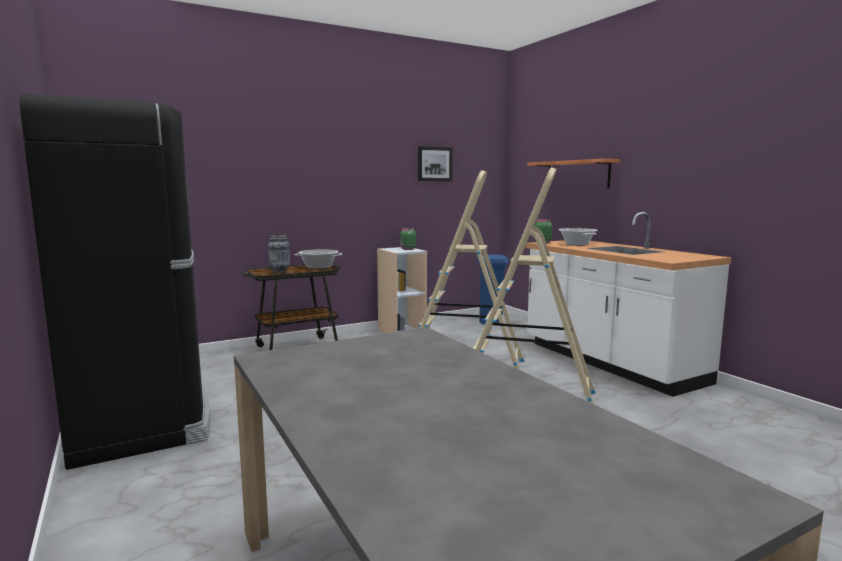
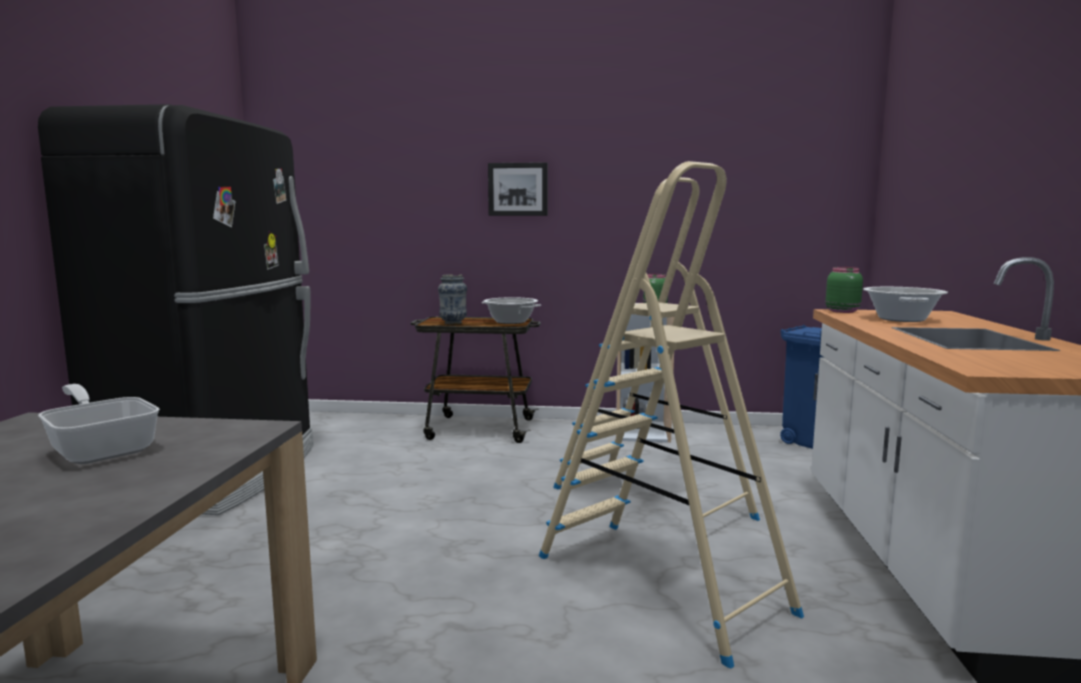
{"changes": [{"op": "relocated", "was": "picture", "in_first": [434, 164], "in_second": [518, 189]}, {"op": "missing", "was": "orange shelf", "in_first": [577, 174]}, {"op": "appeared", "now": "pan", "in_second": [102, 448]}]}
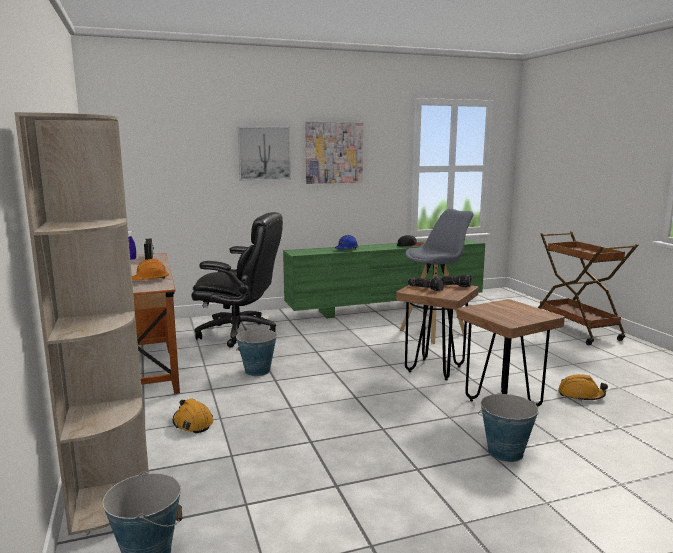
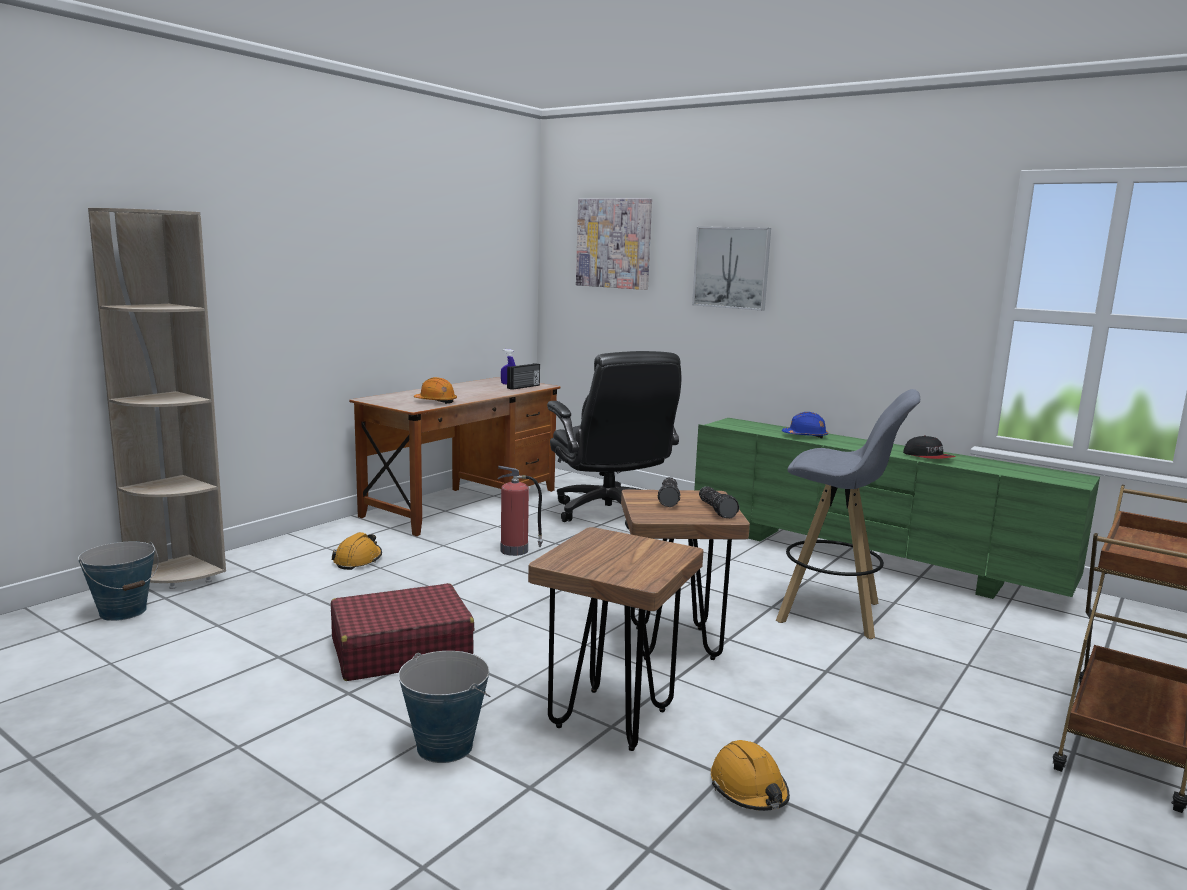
{"changes": [{"op": "relocated", "was": "picture", "in_first": [334, 152], "in_second": [614, 243]}, {"op": "exchanged", "was": "water bucket", "now": "fire extinguisher", "in_first": [257, 371], "in_second": [516, 550]}, {"op": "appeared", "now": "reddish piece of luggage", "in_second": [400, 650]}]}
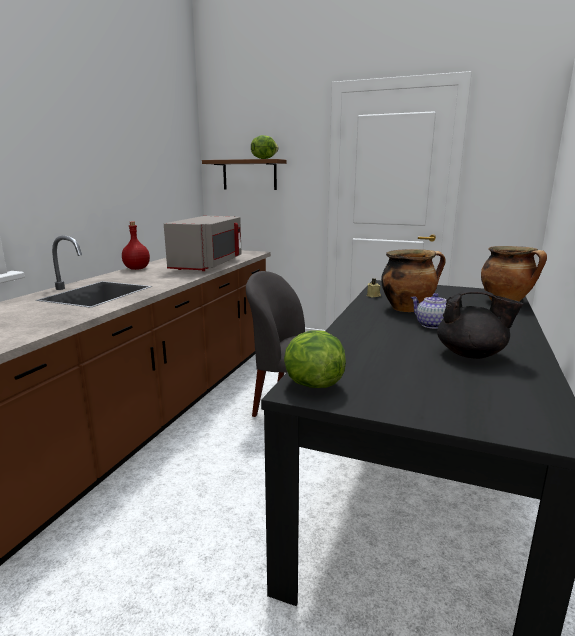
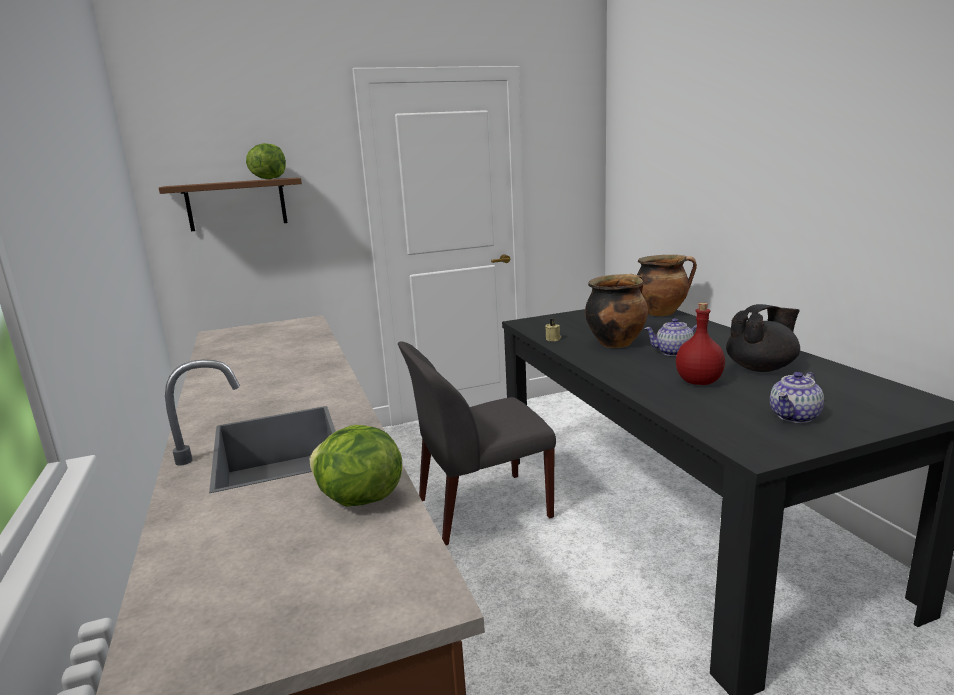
{"changes": [{"op": "missing", "was": "grey kitchen microwave", "in_first": [208, 264]}, {"op": "relocated", "was": "reddish drink bottle", "in_first": [137, 268], "in_second": [698, 381]}, {"op": "relocated", "was": "lettuce head", "in_first": [312, 384], "in_second": [358, 499]}, {"op": "appeared", "now": "pot for tea", "in_second": [795, 416]}]}
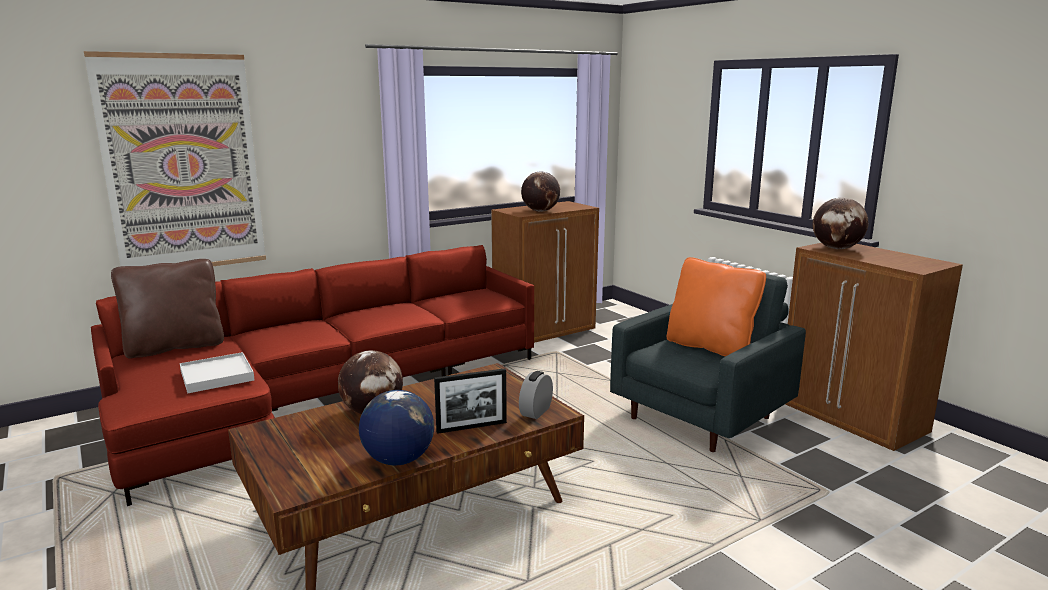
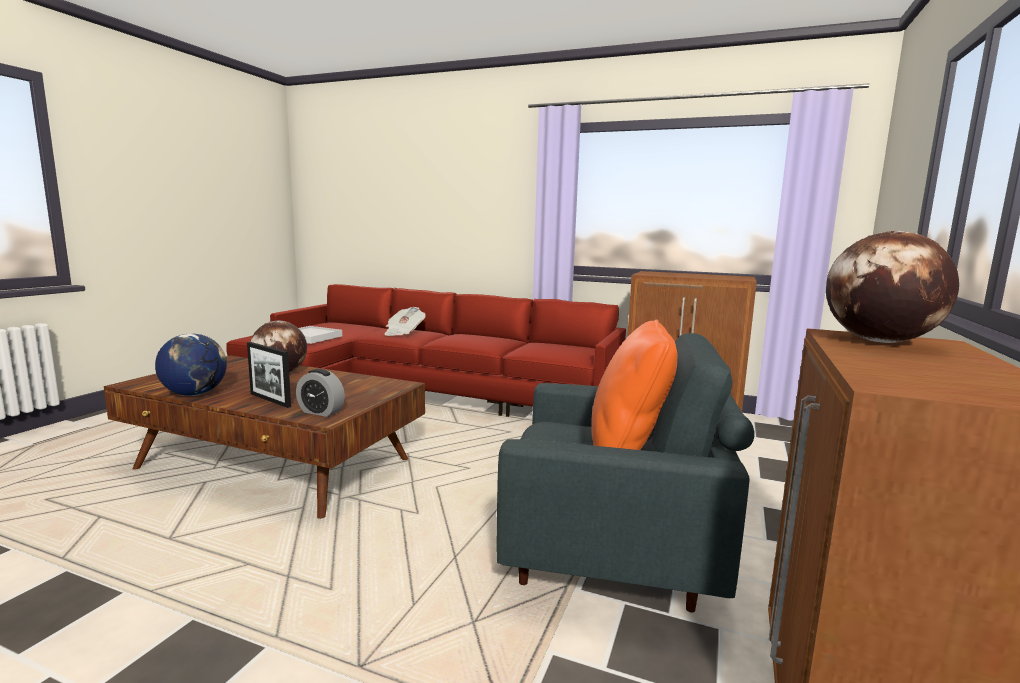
{"changes": [{"op": "missing", "was": "picture", "in_first": [183, 165]}, {"op": "missing", "was": "desk globe", "in_first": [540, 211]}, {"op": "missing", "was": "brownish pillow", "in_first": [175, 347]}, {"op": "spun", "was": "table clock", "in_first": [536, 411], "in_second": [321, 412], "clockwise": -150}, {"op": "appeared", "now": "printed paper", "in_second": [403, 333]}]}
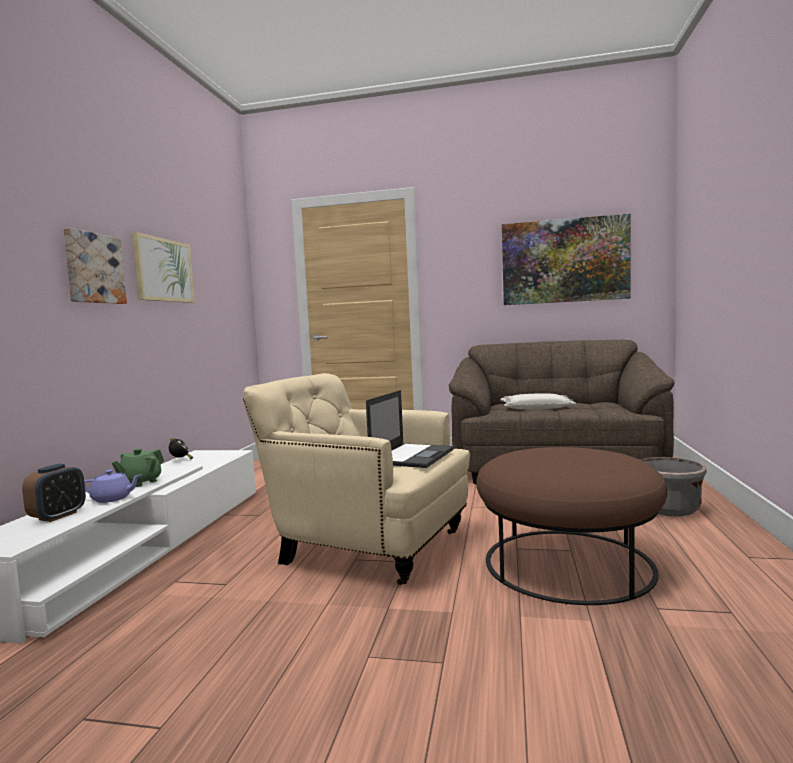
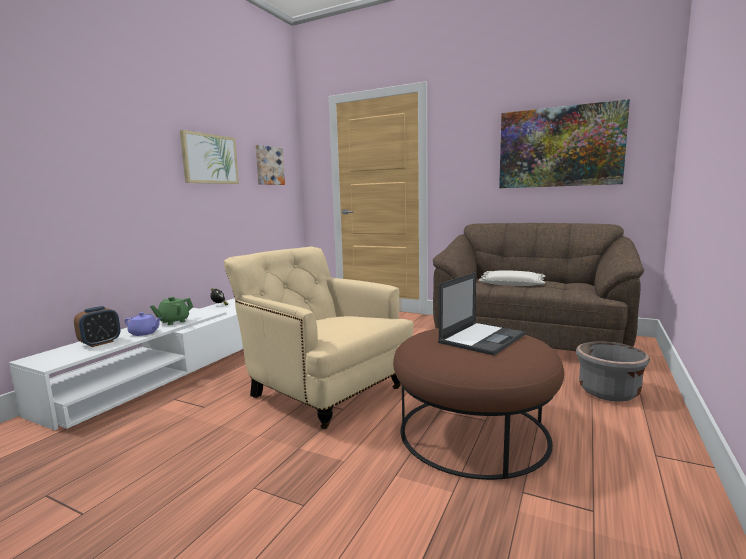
{"changes": [{"op": "relocated", "was": "picture", "in_first": [93, 268], "in_second": [269, 165]}, {"op": "relocated", "was": "laptop", "in_first": [412, 456], "in_second": [482, 338]}]}
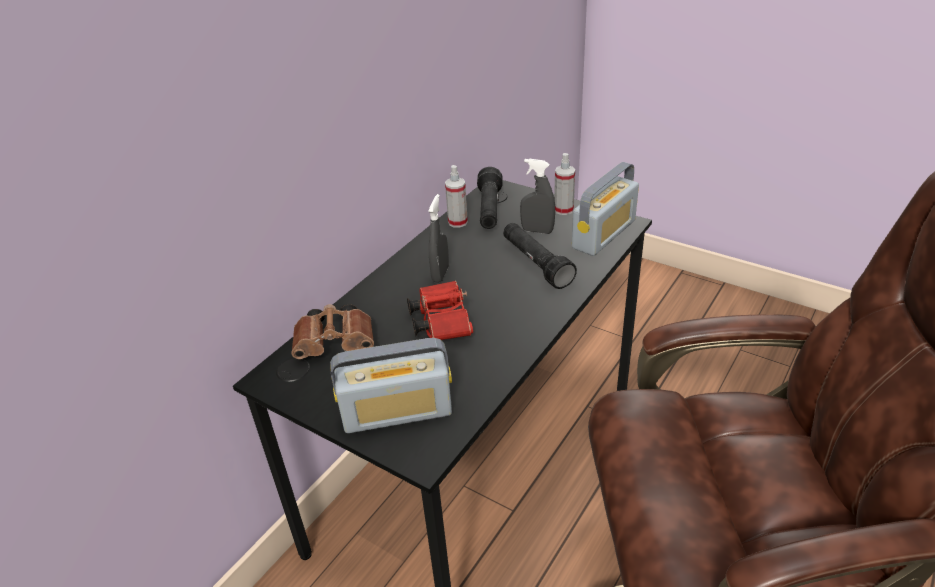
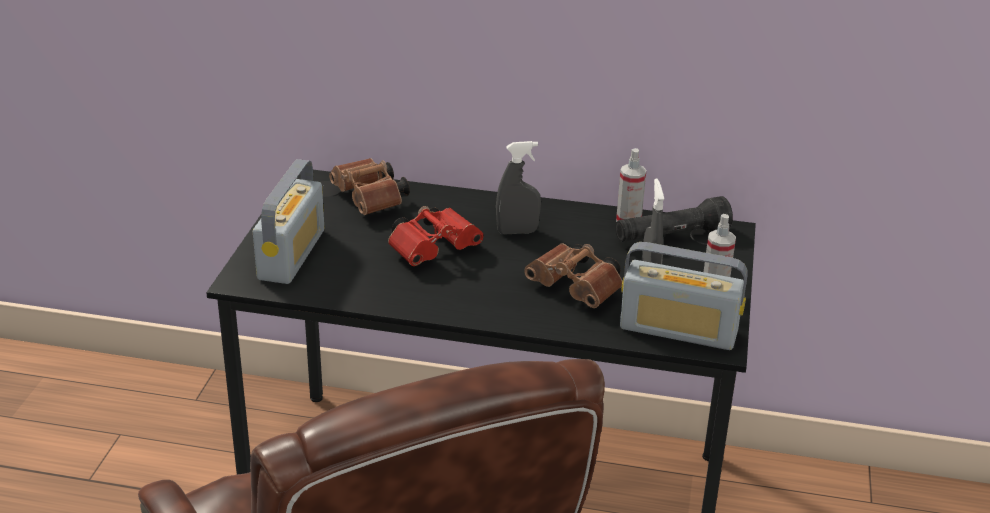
{"changes": [{"op": "exchanged", "was": "blackish flashlight", "now": "brownish field glasses", "in_first": [536, 264], "in_second": [577, 290]}, {"op": "spun", "was": "radio receiver", "in_first": [397, 413], "in_second": [291, 254], "clockwise": -135}]}
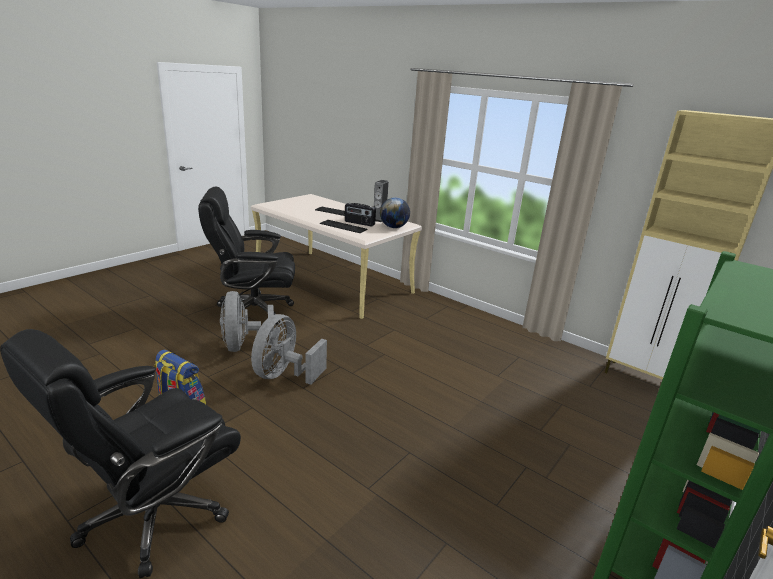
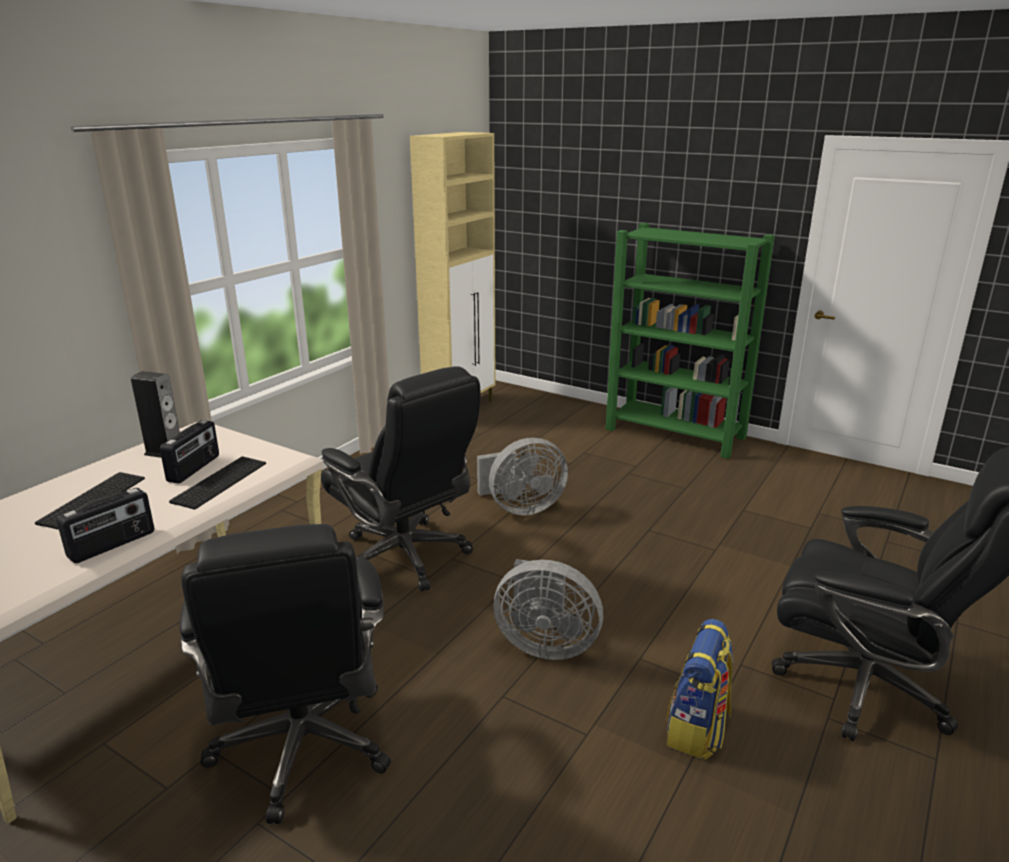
{"changes": [{"op": "missing", "was": "desk globe", "in_first": [393, 227]}, {"op": "relocated", "was": "grey electric fan", "in_first": [243, 346], "in_second": [521, 508]}, {"op": "appeared", "now": "blackish desk chair", "in_second": [404, 555]}, {"op": "appeared", "now": "radio receiver", "in_second": [112, 545]}]}
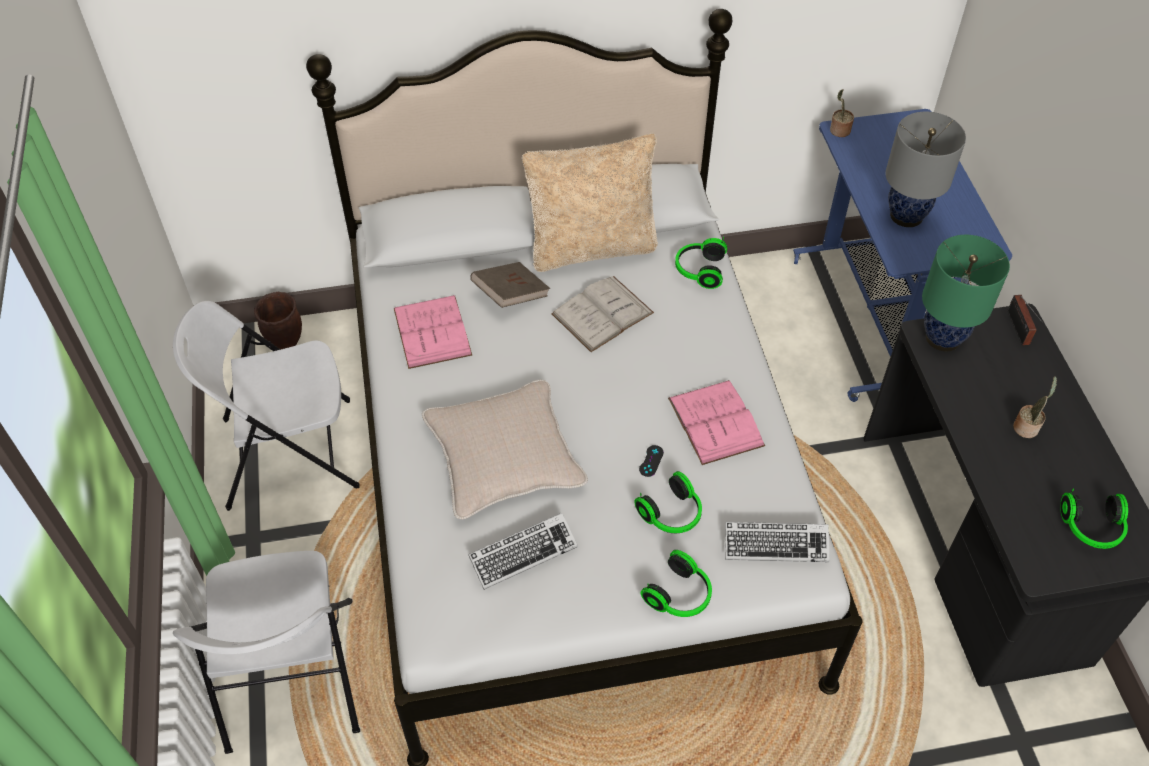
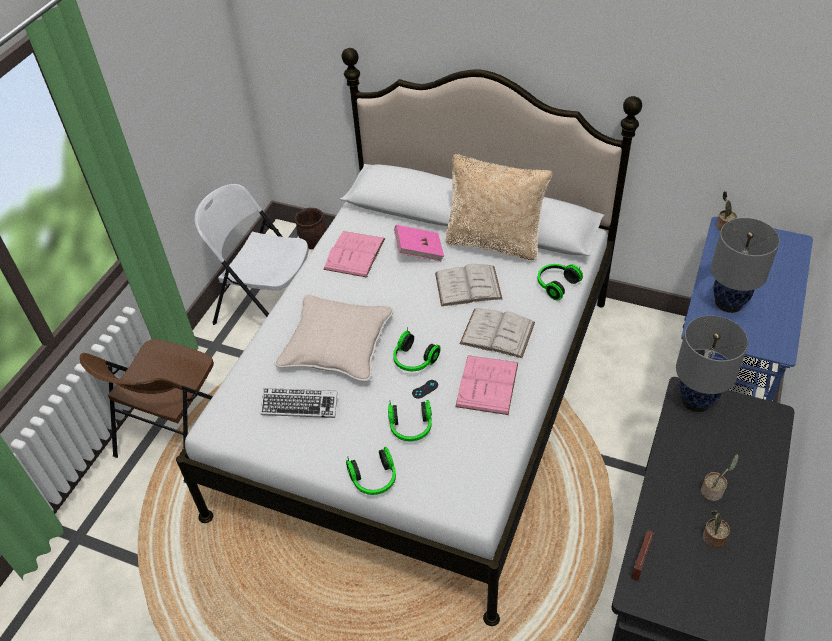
{"changes": [{"op": "colour", "was": "greenish lamp for a table", "now": "grey lamp for a table", "in_first": [943, 338], "in_second": [696, 400]}, {"op": "colour", "was": "brownish book", "now": "pinkish book", "in_first": [510, 295], "in_second": [419, 252]}, {"op": "relocated", "was": "radio receiver", "in_first": [1018, 329], "in_second": [639, 563]}, {"op": "relocated", "was": "pair of headphones", "in_first": [1091, 528], "in_second": [413, 361]}, {"op": "missing", "was": "keyboard", "in_first": [775, 545]}, {"op": "colour", "was": "white upright chair", "now": "brownish upright chair", "in_first": [290, 674], "in_second": [177, 431]}, {"op": "appeared", "now": "white book", "in_second": [497, 333]}, {"op": "appeared", "now": "plant in a pot", "in_second": [712, 538]}]}
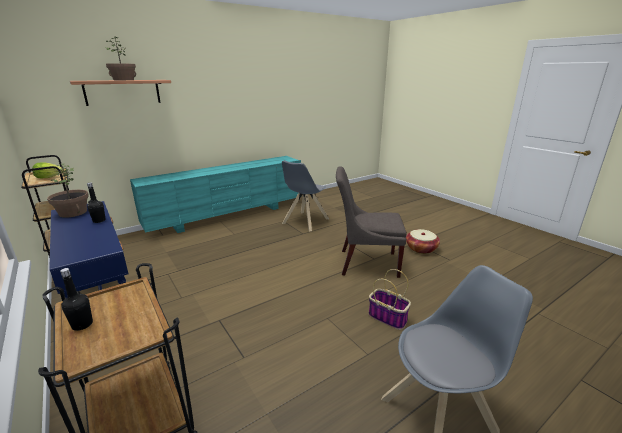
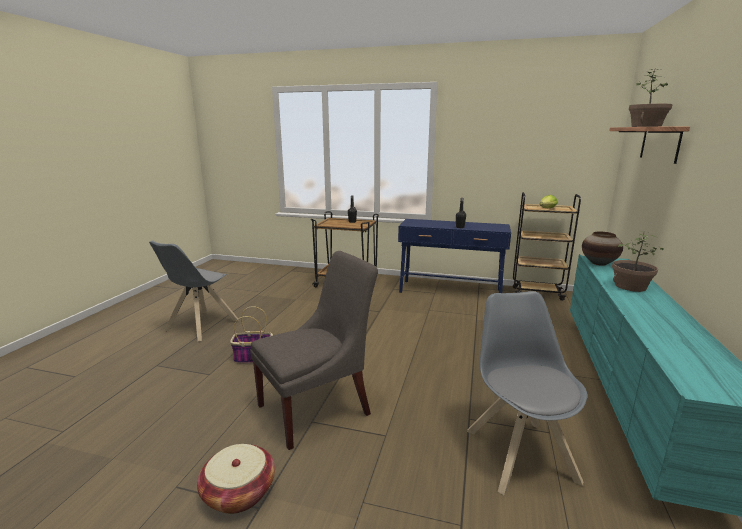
{"changes": [{"op": "relocated", "was": "plant in a pot", "in_first": [72, 213], "in_second": [630, 286]}, {"op": "appeared", "now": "flower vase", "in_second": [599, 263]}]}
